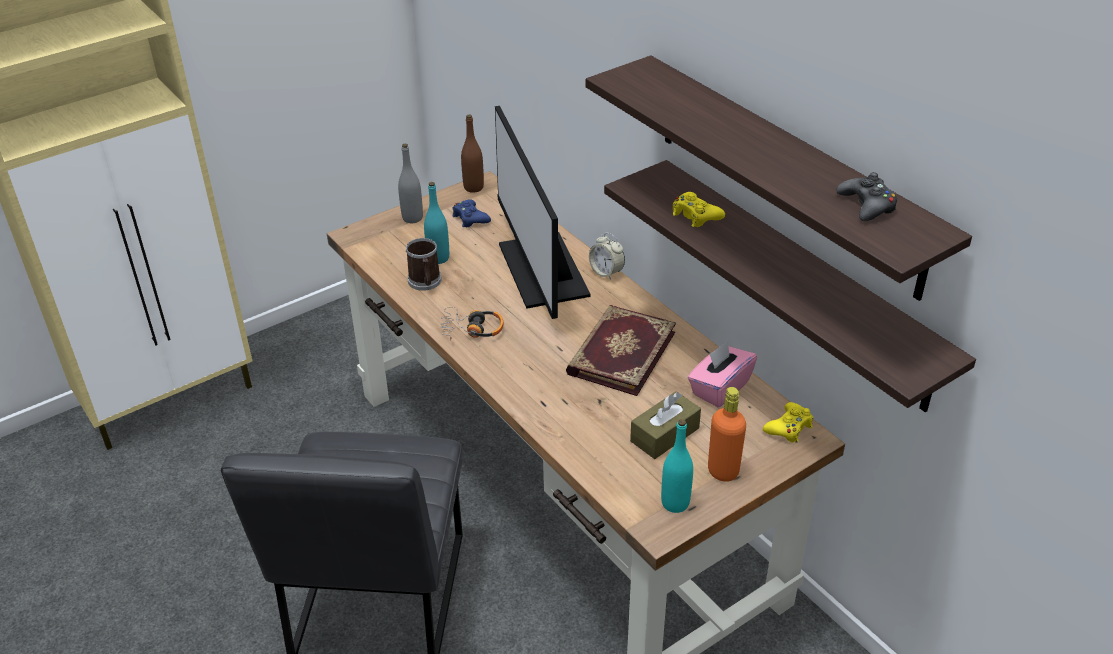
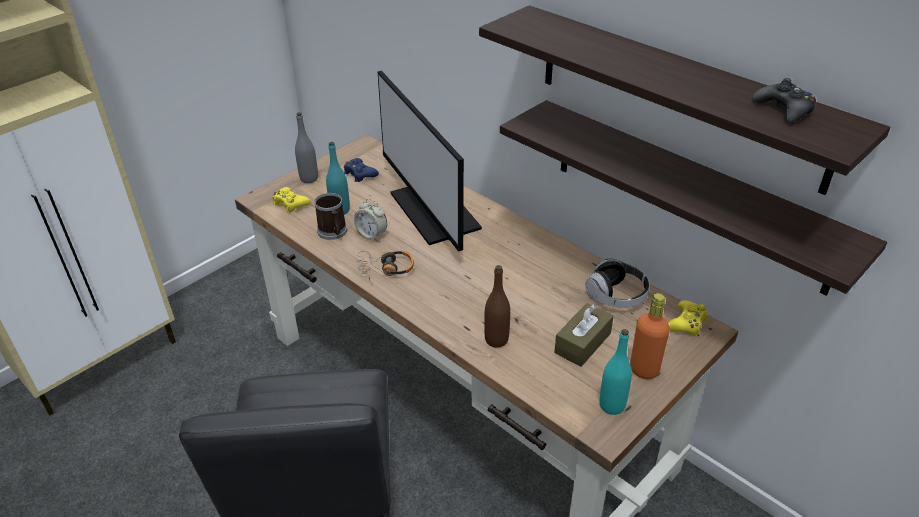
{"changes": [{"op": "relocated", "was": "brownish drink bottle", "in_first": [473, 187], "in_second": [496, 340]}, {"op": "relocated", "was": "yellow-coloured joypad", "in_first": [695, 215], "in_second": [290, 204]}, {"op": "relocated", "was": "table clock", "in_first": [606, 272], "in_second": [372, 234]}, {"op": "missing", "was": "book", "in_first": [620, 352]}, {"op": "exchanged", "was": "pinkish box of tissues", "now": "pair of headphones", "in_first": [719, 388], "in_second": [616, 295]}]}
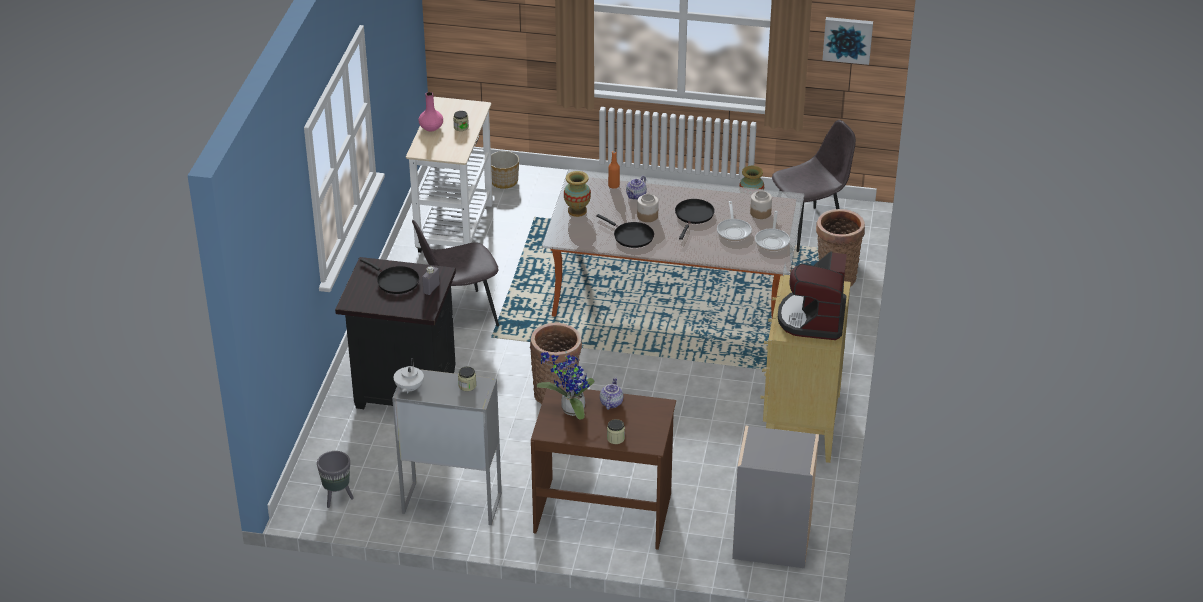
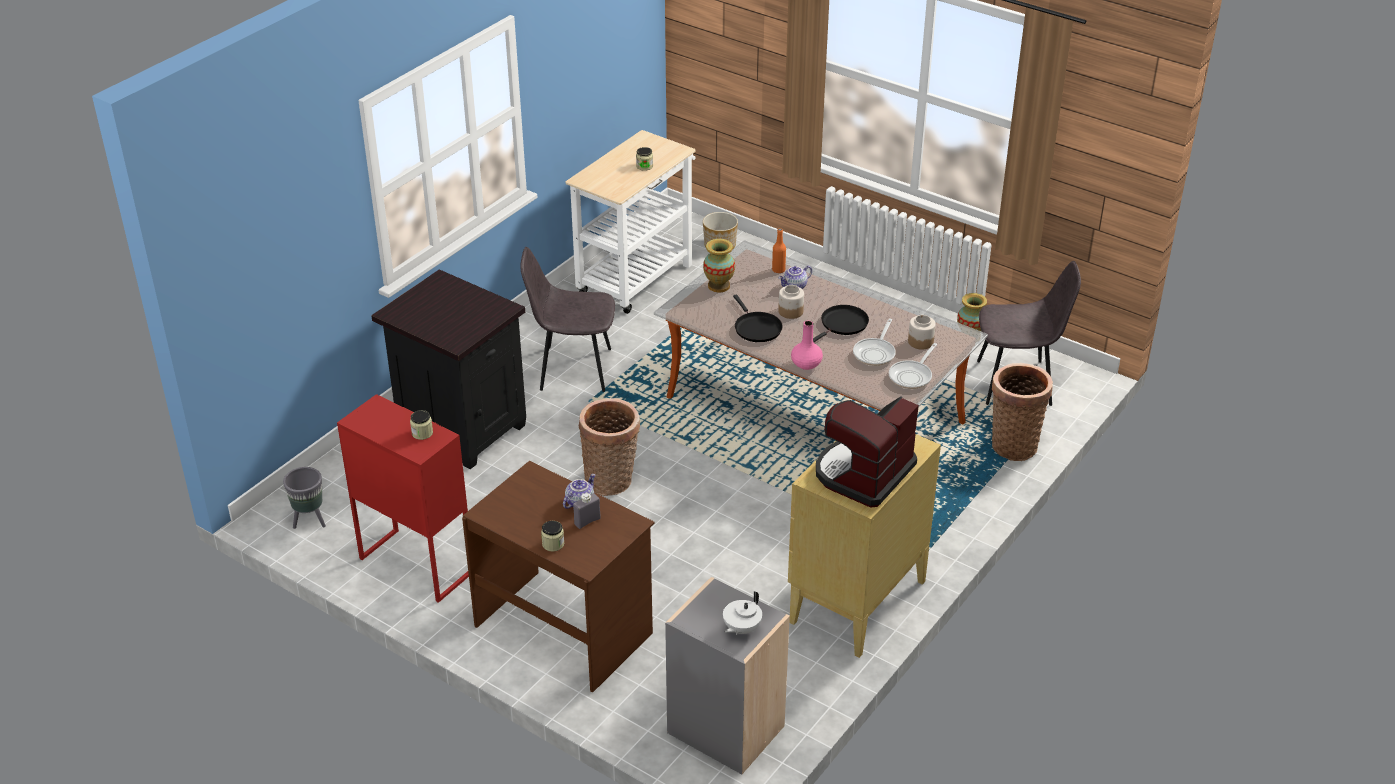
{"changes": [{"op": "missing", "was": "picture", "in_first": [847, 39]}, {"op": "relocated", "was": "pinkish flower vase", "in_first": [431, 127], "in_second": [806, 364]}, {"op": "missing", "was": "blackish pan", "in_first": [395, 281]}, {"op": "relocated", "was": "grey drink bottle", "in_first": [431, 289], "in_second": [587, 521]}, {"op": "missing", "was": "plant in a pot", "in_first": [569, 410]}, {"op": "relocated", "was": "white pot for tea", "in_first": [409, 388], "in_second": [741, 628]}, {"op": "colour", "was": "grey cupboard", "now": "reddish cupboard", "in_first": [451, 502], "in_second": [416, 563]}]}
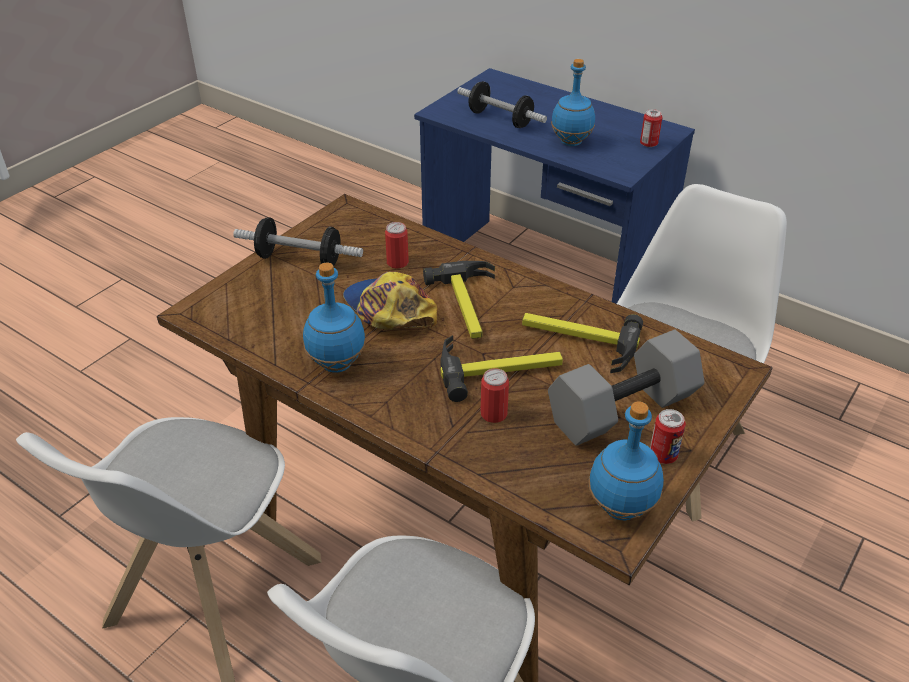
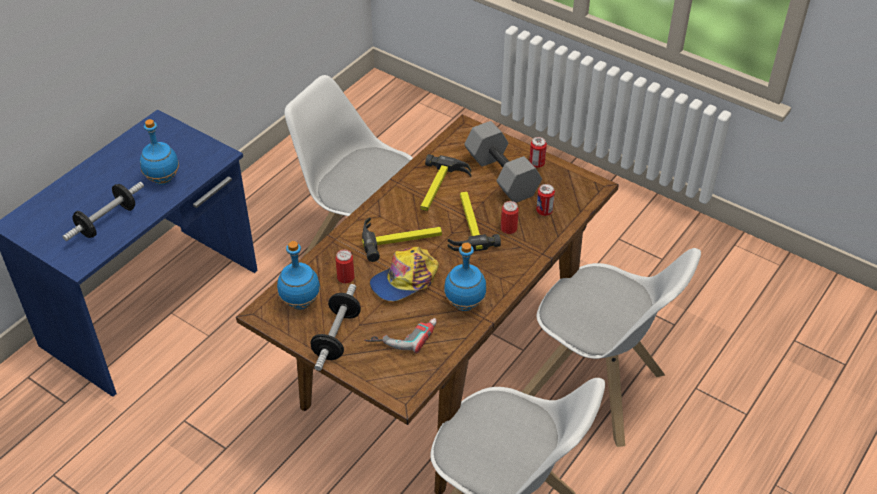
{"changes": [{"op": "relocated", "was": "can", "in_first": [648, 144], "in_second": [544, 211]}, {"op": "relocated", "was": "bluish drink bottle", "in_first": [619, 508], "in_second": [300, 303]}, {"op": "appeared", "now": "drill", "in_second": [402, 334]}]}
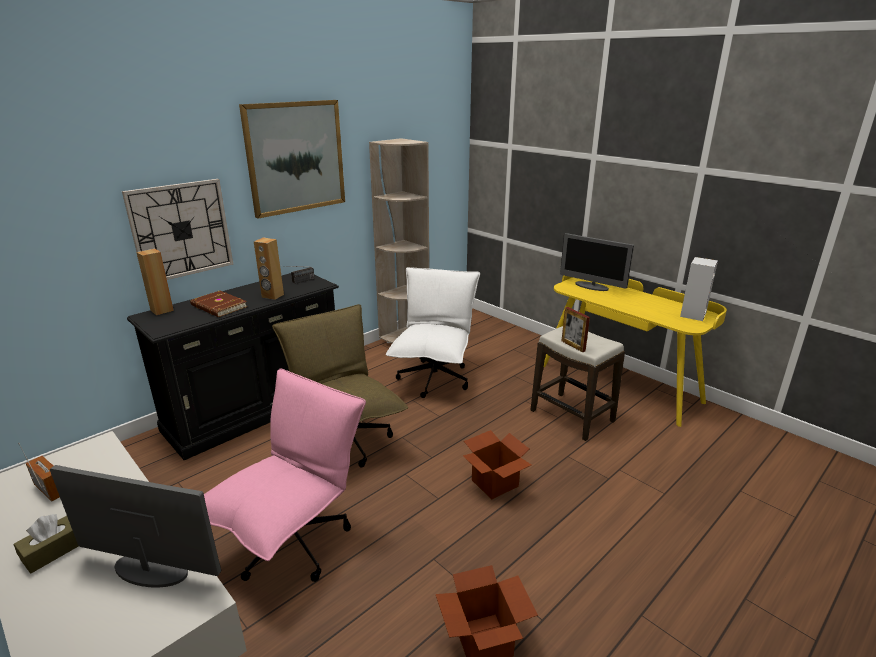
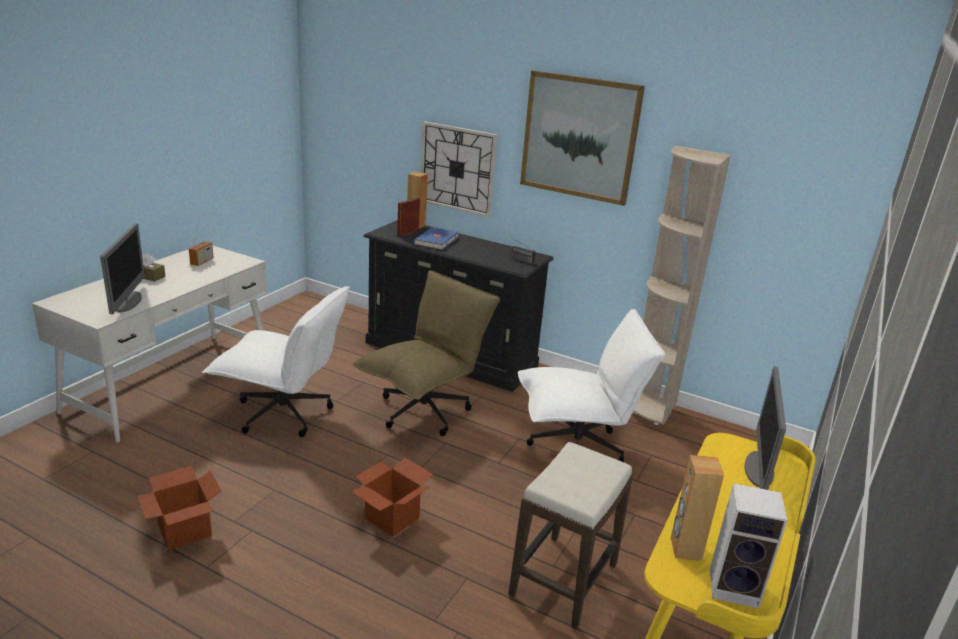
{"changes": [{"op": "relocated", "was": "brownish loudspeaker", "in_first": [272, 296], "in_second": [685, 549]}, {"op": "colour", "was": "brownish book", "now": "bluish book", "in_first": [218, 306], "in_second": [435, 240]}, {"op": "relocated", "was": "photo frame", "in_first": [573, 346], "in_second": [408, 233]}, {"op": "colour", "was": "pinkish desk chair", "now": "white desk chair", "in_first": [291, 543], "in_second": [282, 413]}]}
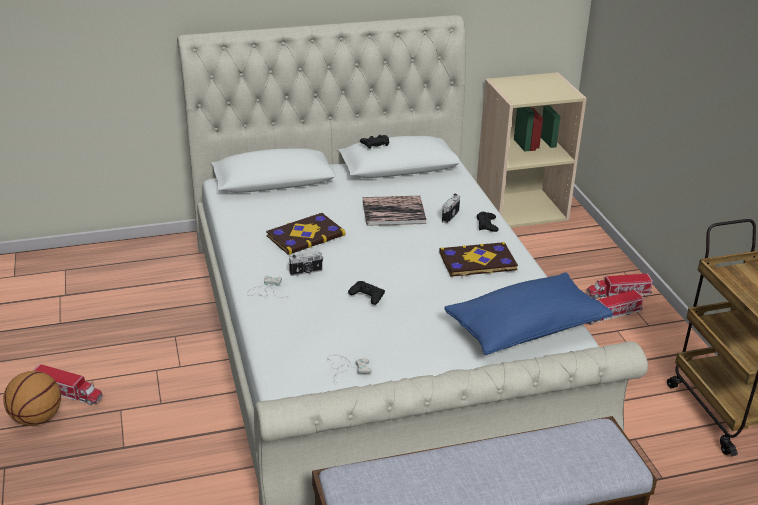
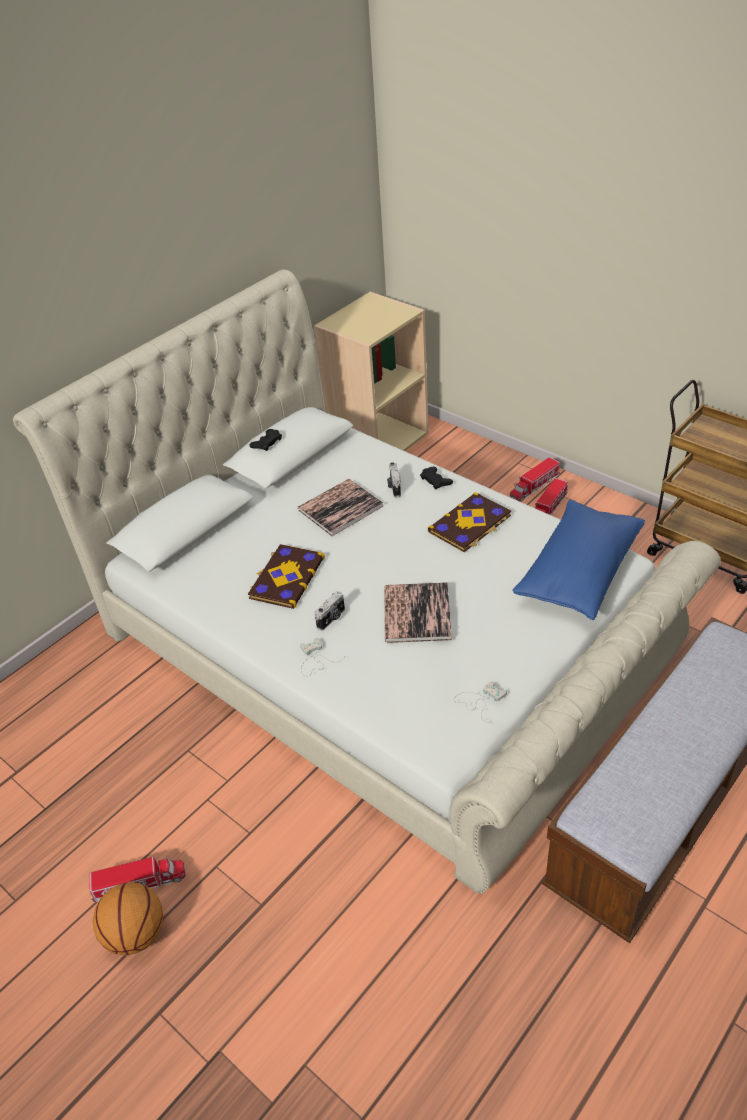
{"changes": [{"op": "exchanged", "was": "blackish joypad", "now": "book", "in_first": [367, 295], "in_second": [417, 613]}]}
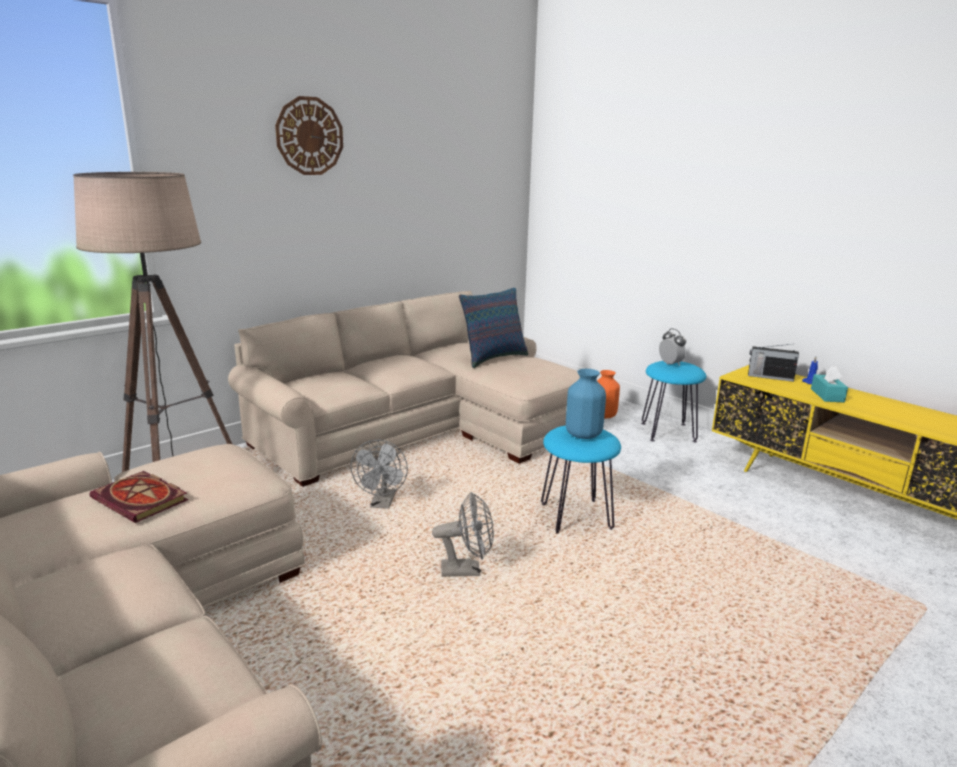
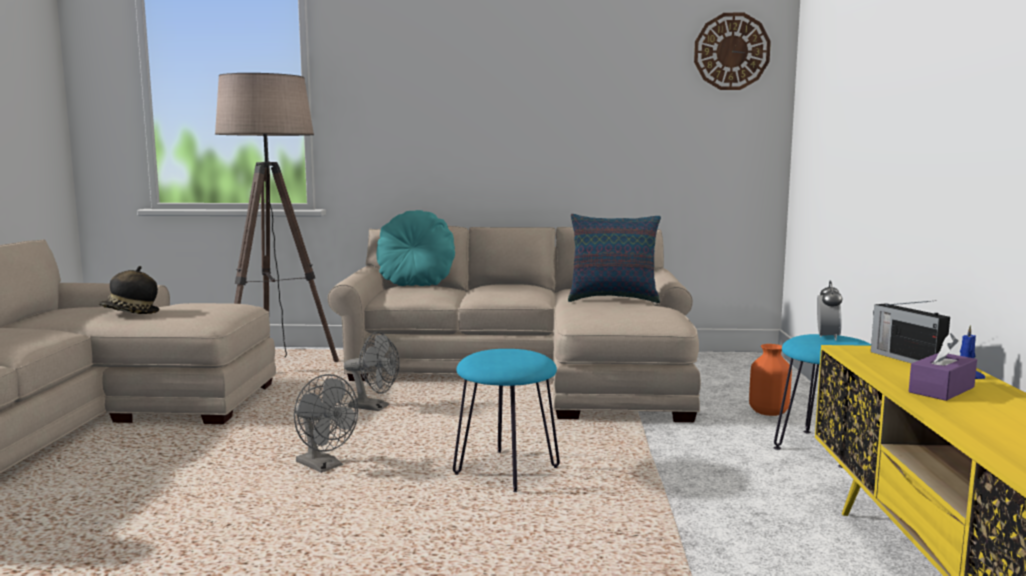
{"changes": [{"op": "relocated", "was": "clock on the wall", "in_first": [309, 136], "in_second": [731, 51]}, {"op": "colour", "was": "blue-green box of tissues", "now": "purple box of tissues", "in_first": [827, 395], "in_second": [941, 390]}, {"op": "missing", "was": "bluish flower vase", "in_first": [583, 434]}, {"op": "spun", "was": "grey electric fan", "in_first": [382, 504], "in_second": [374, 408], "clockwise": -120}, {"op": "exchanged", "was": "book", "now": "wearable hat", "in_first": [143, 500], "in_second": [130, 313]}, {"op": "appeared", "now": "blue-green pillow", "in_second": [416, 285]}]}
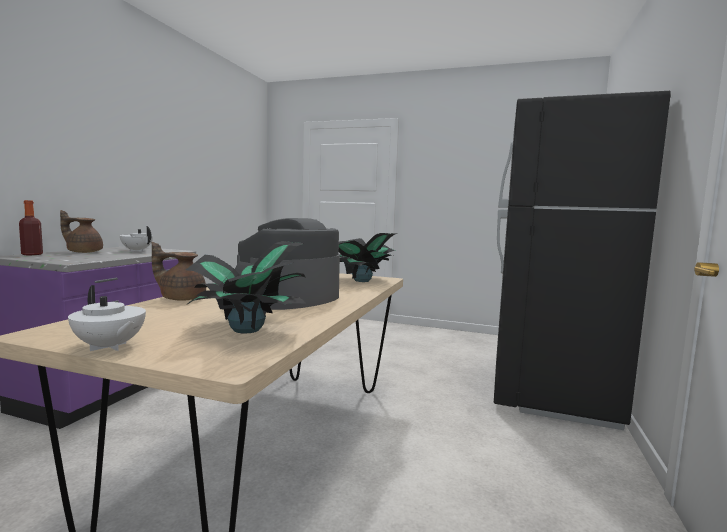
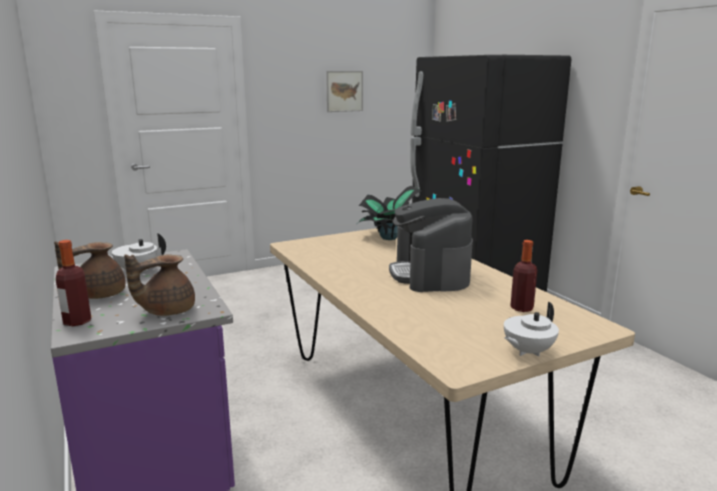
{"changes": [{"op": "exchanged", "was": "plant in a pot", "now": "drink bottle", "in_first": [247, 330], "in_second": [521, 308]}, {"op": "relocated", "was": "brownish pot for tea", "in_first": [181, 298], "in_second": [166, 311]}, {"op": "spun", "was": "white pot for tea", "in_first": [109, 347], "in_second": [527, 351], "clockwise": 150}, {"op": "appeared", "now": "picture", "in_second": [344, 91]}]}
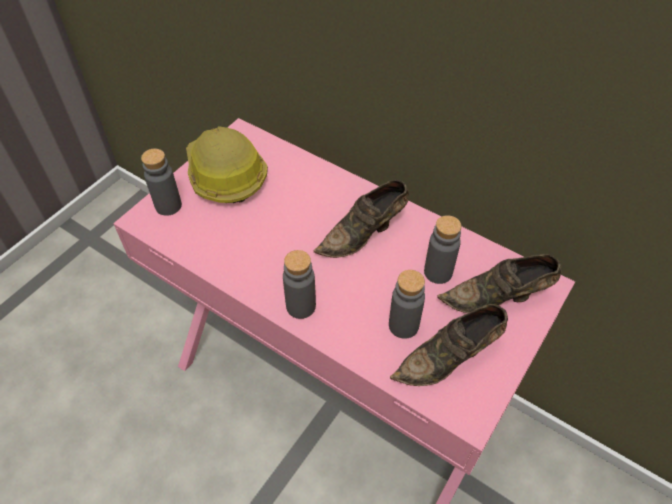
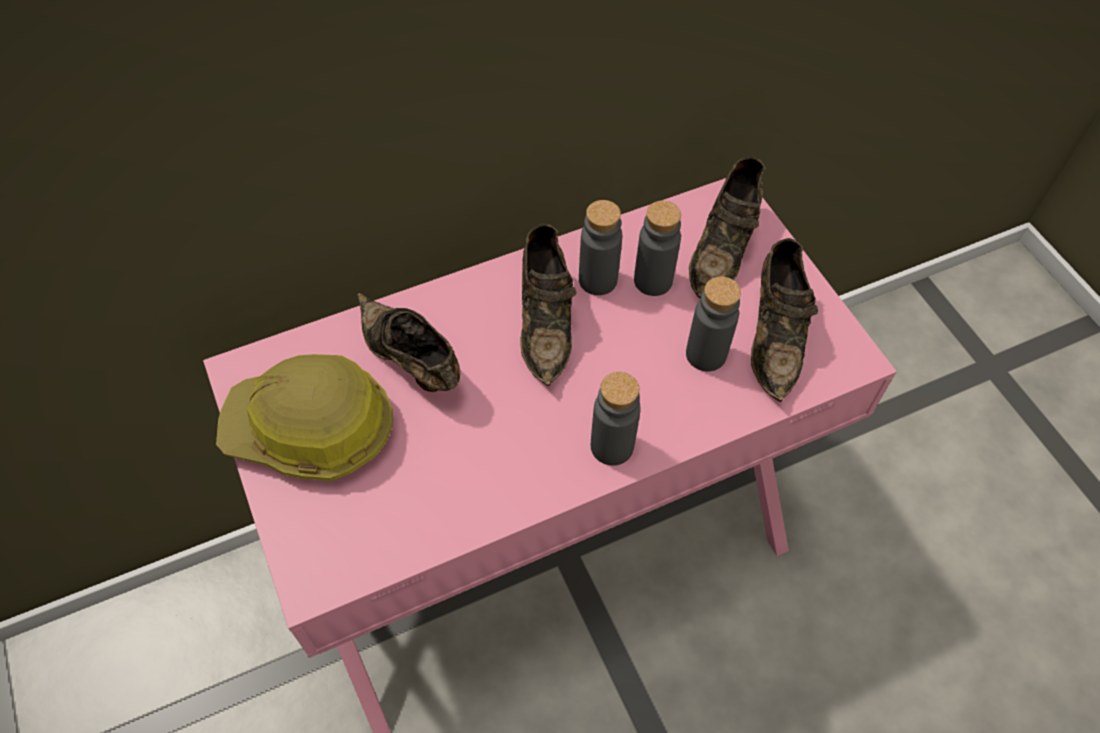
{"changes": [{"op": "relocated", "was": "grey drink bottle", "in_first": [168, 206], "in_second": [598, 280]}, {"op": "appeared", "now": "brownish shoe", "in_second": [410, 362]}]}
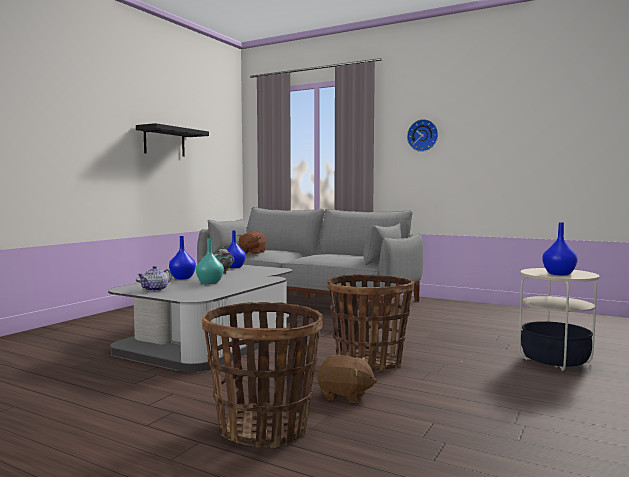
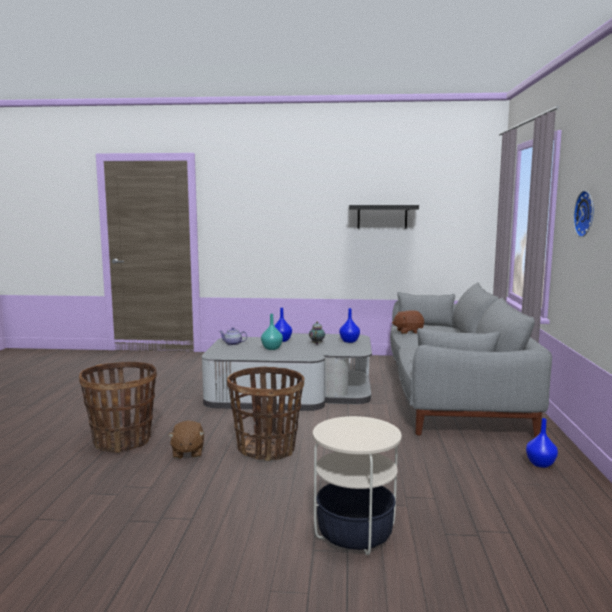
{"changes": [{"op": "relocated", "was": "bluish flower vase", "in_first": [559, 274], "in_second": [540, 464]}]}
